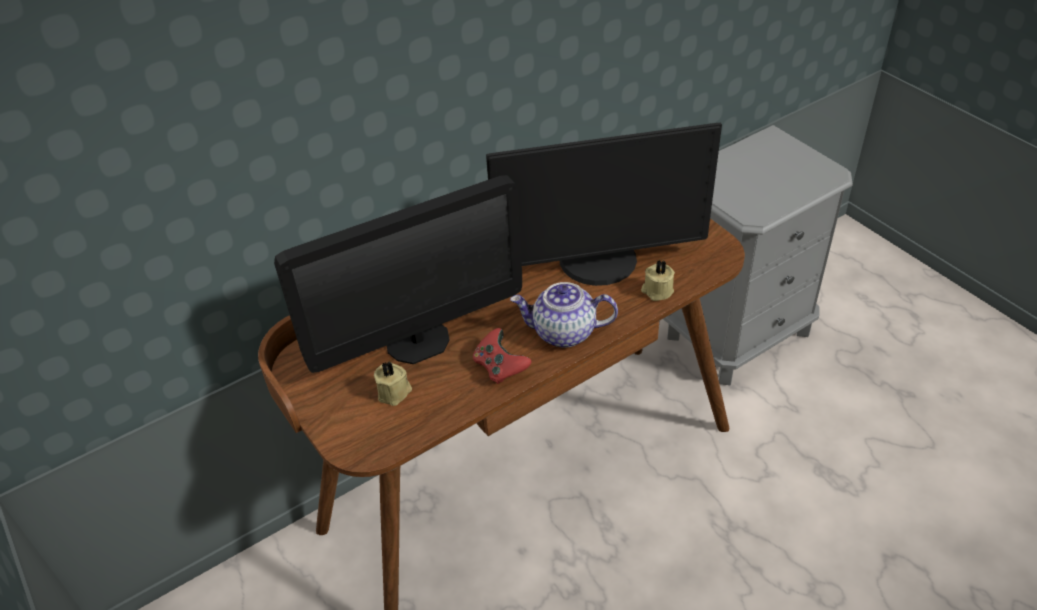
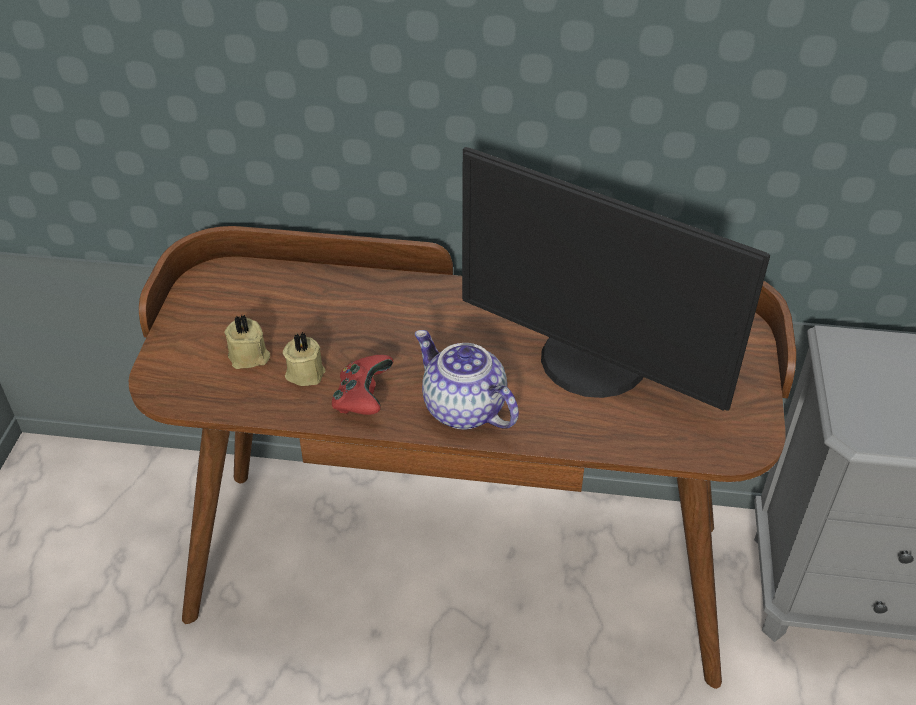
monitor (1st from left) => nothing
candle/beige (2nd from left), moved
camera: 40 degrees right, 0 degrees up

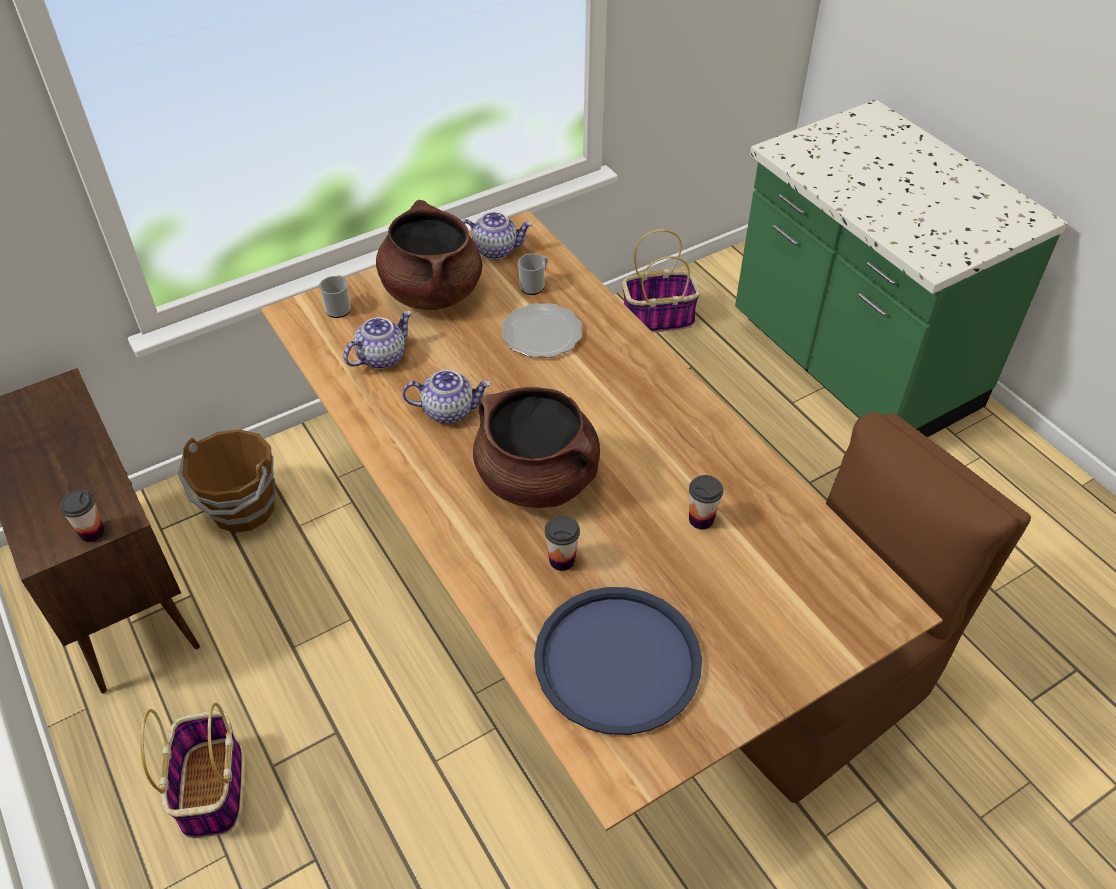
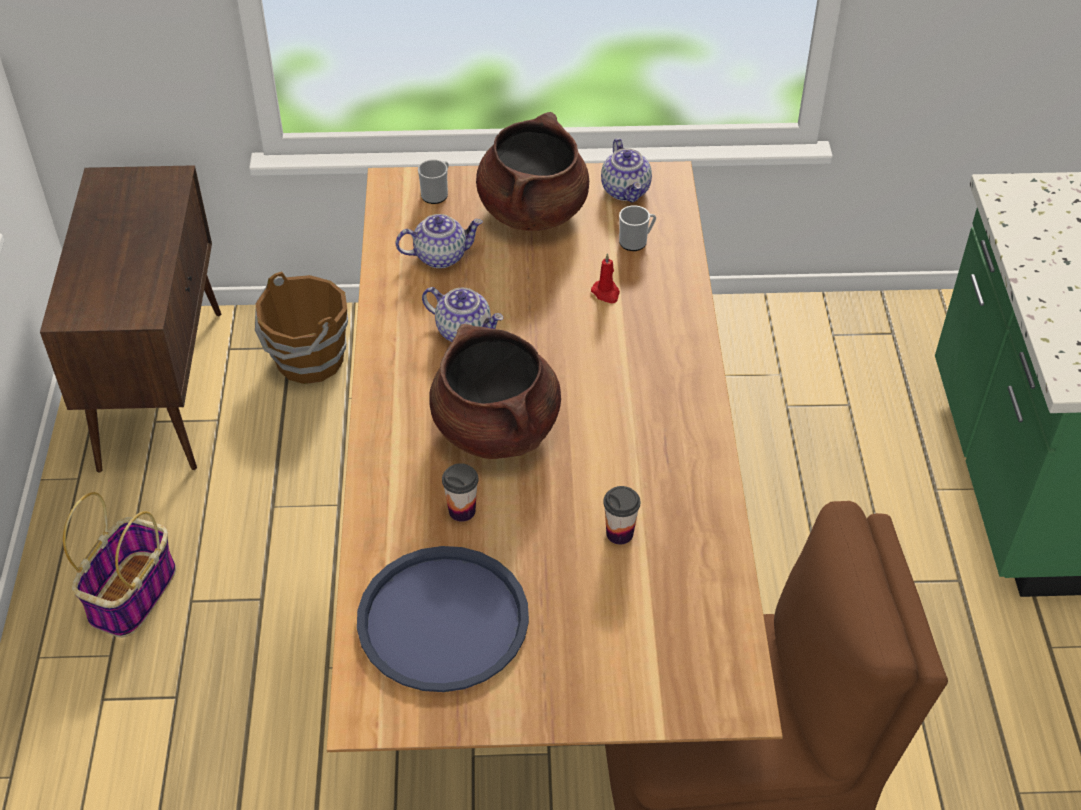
cup (1st from left) => nothing
basket (2nd from left) => nothing
plate => candle/red
teapot (3rd from left), 45 degrees clockwise
camera: 30 degrees right, 0 degrees up

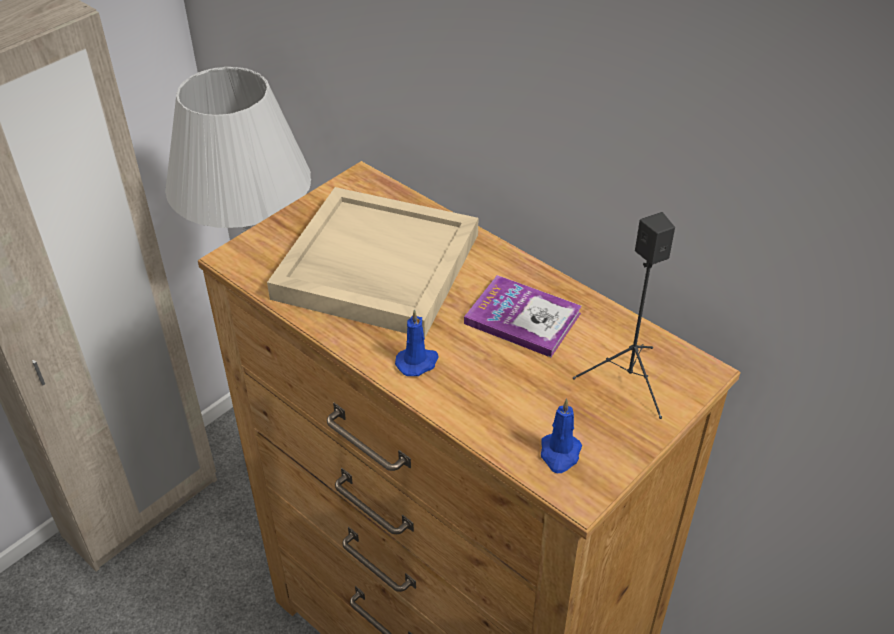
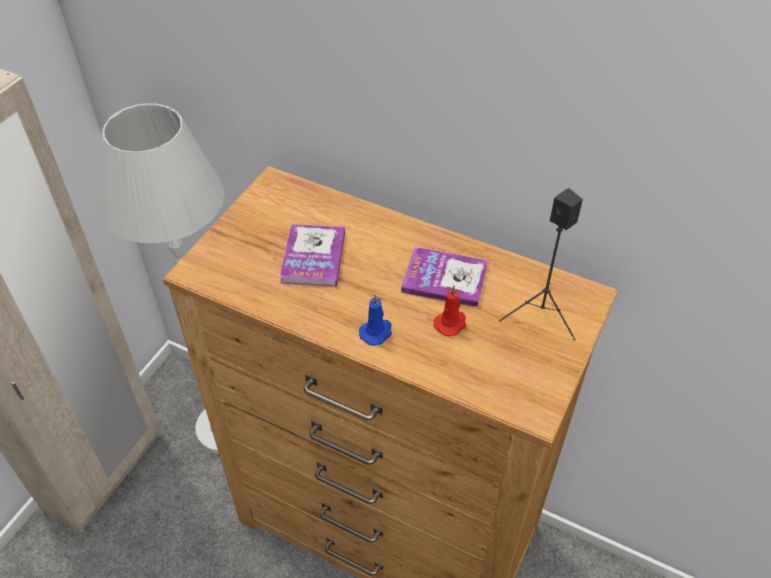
candle/blue (2nd from left) => nothing
nothing => candle/red
tray/beige => book (1st from left)
camera: 15 degrees left, 5 degrees up

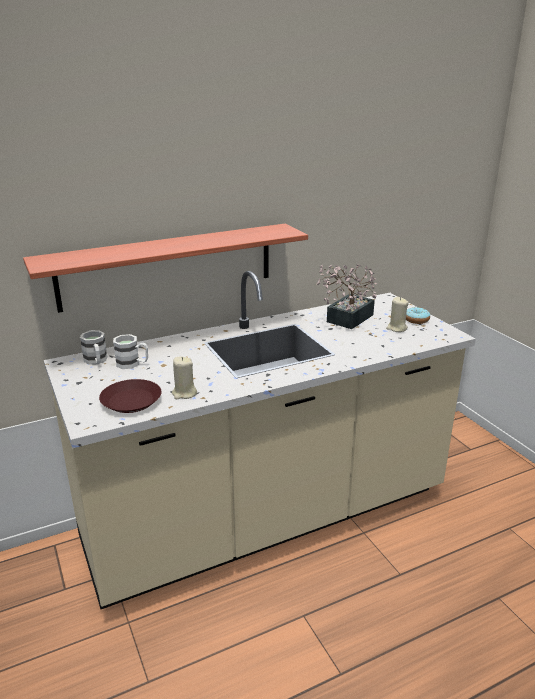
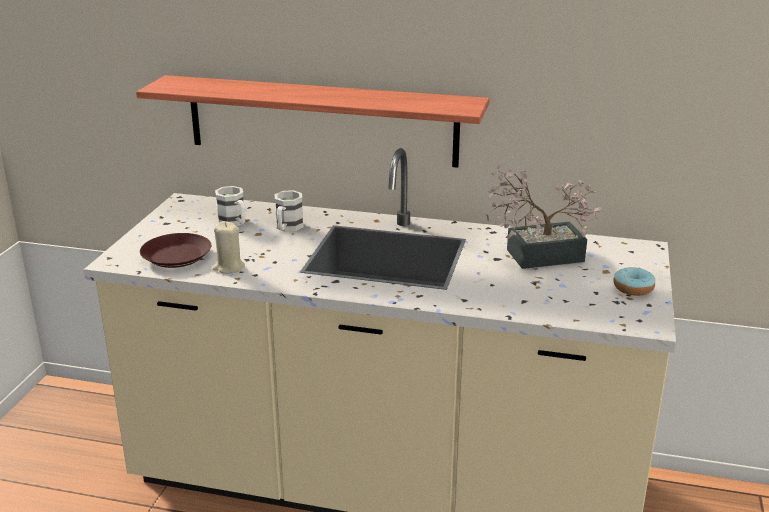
candle/beige (2nd from left) => nothing
mug/white (1st from left in the first image) => mug/white (2nd from left), moved
camera: 40 degrees right, 0 degrees up

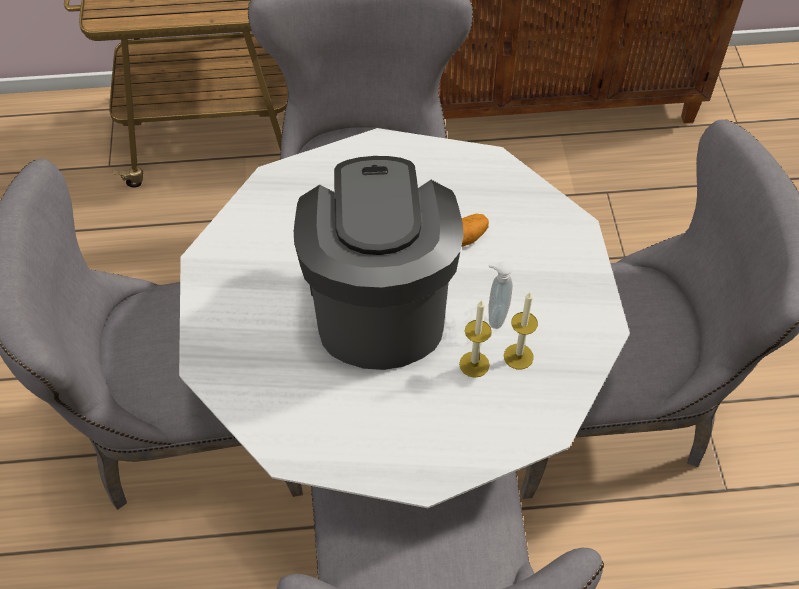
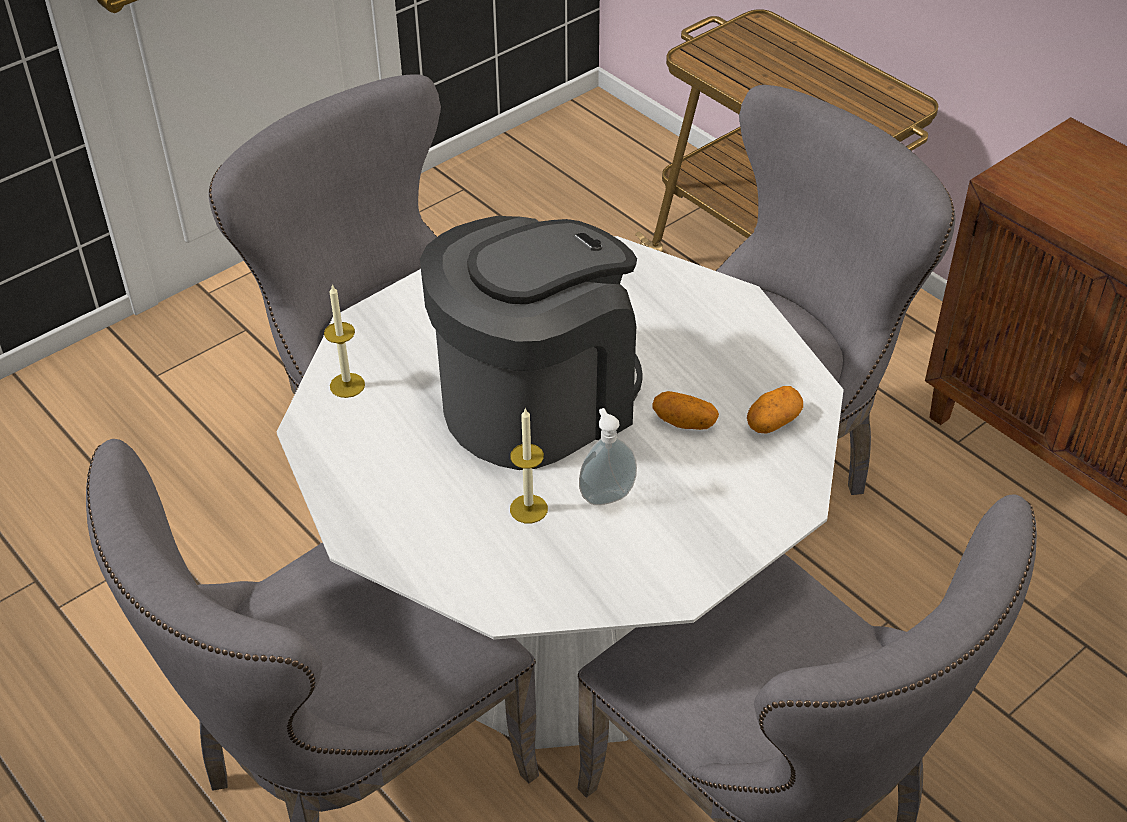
nothing => potato (2nd from left)
candle (2nd from left in the first image) => candle (1st from left), moved
camera: 55 degrees right, 10 degrees down

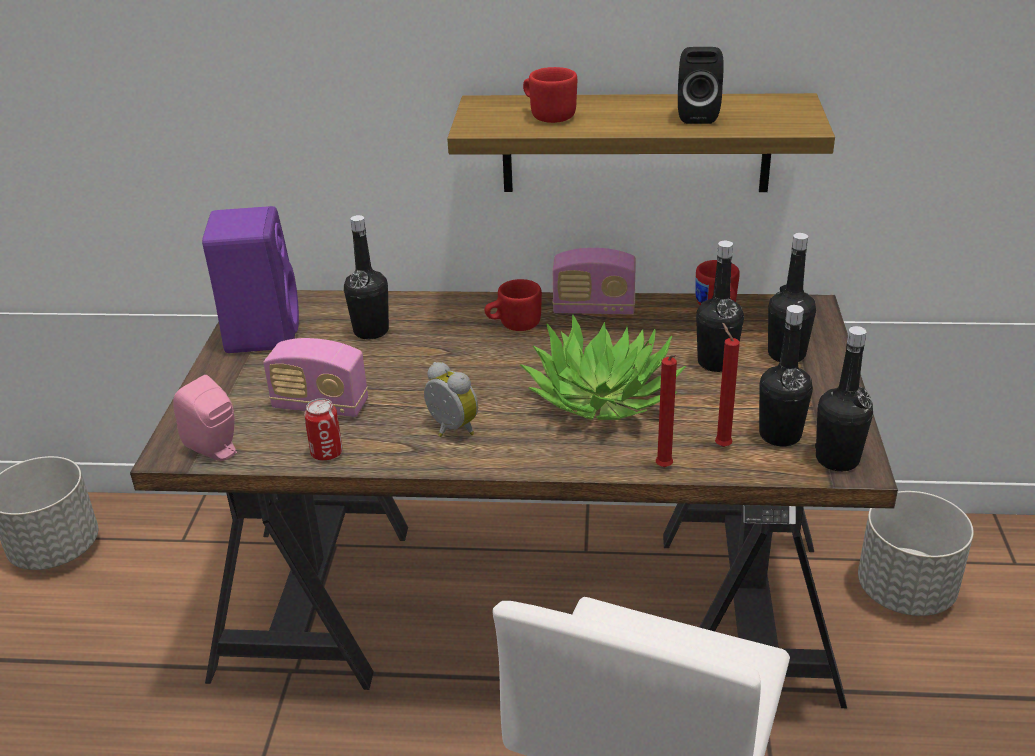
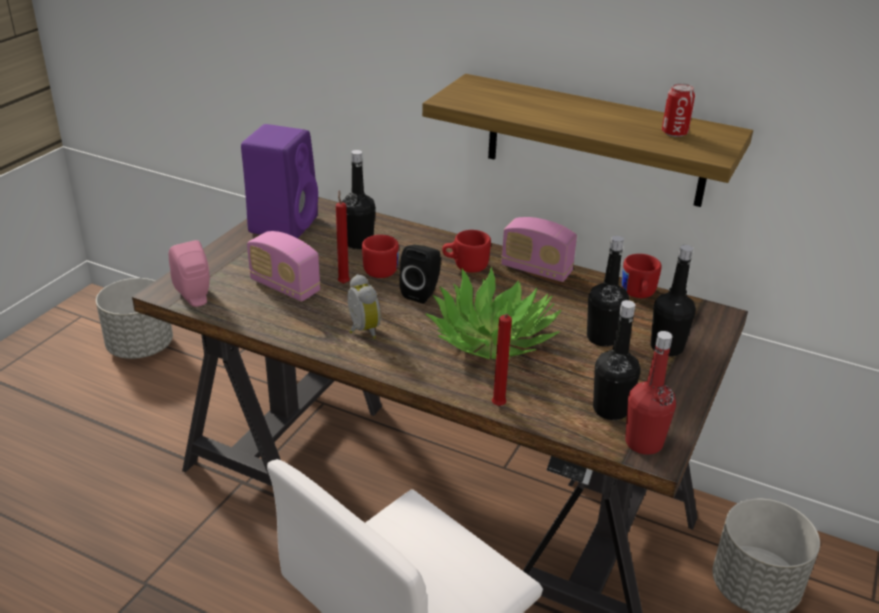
can, moved
mug/red (2nd from left in the first image) => mug/red (1st from left), moved
speaker/black, moved
candle/red (2nd from left in the first image) => candle/red (1st from left), moved
bottle/black (5th from left) => bottle/red
camera: 20 degrees right, 0 degrees up

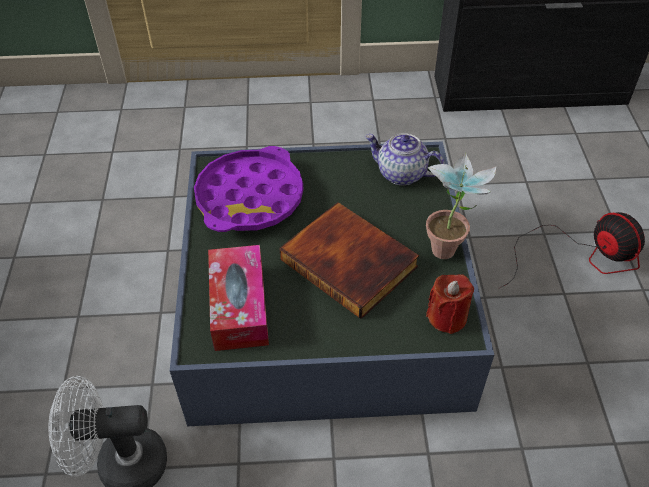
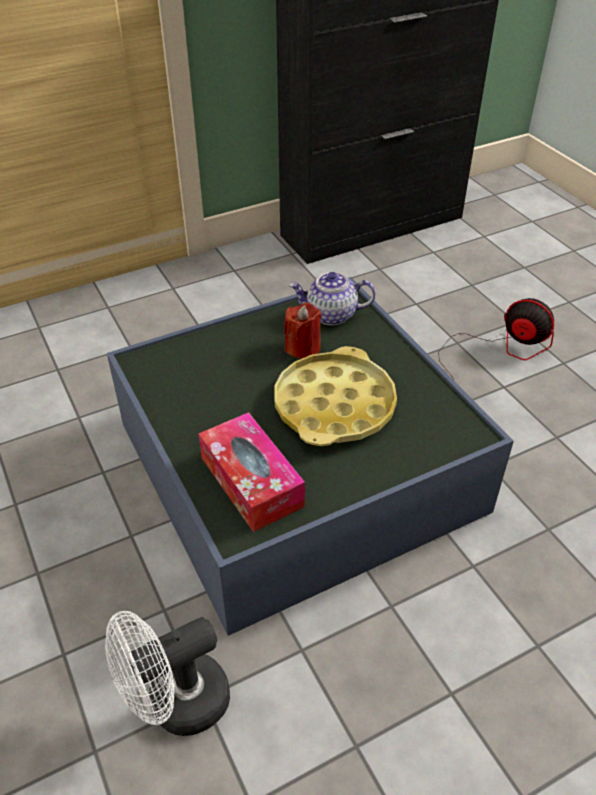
tray/purple => nothing
potted plant => nothing
candle/red, moved
book => tray/yellow
camera: 25 degrees left, 5 degrees down

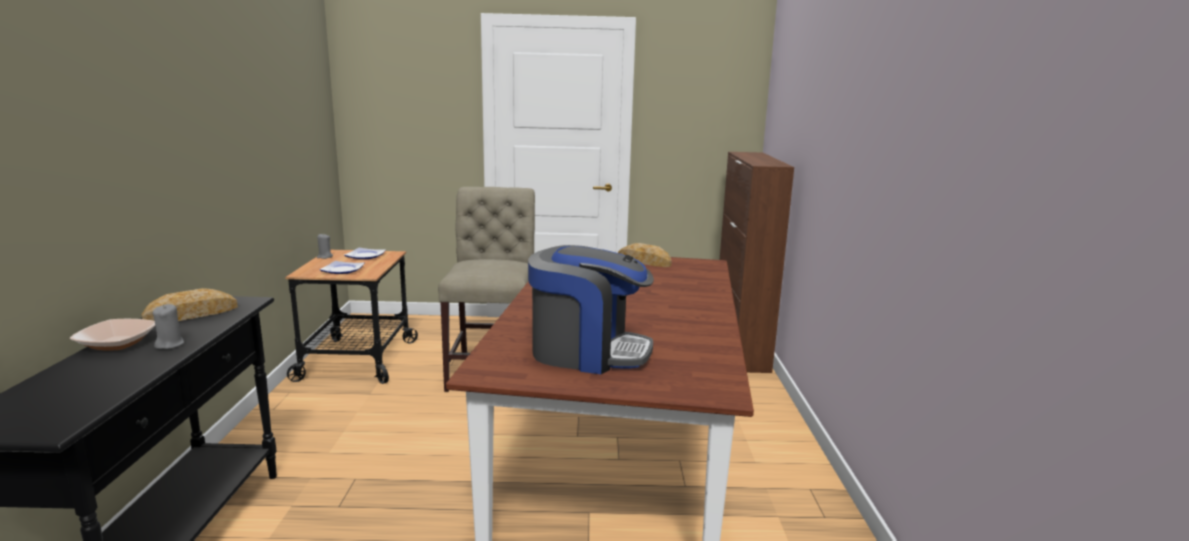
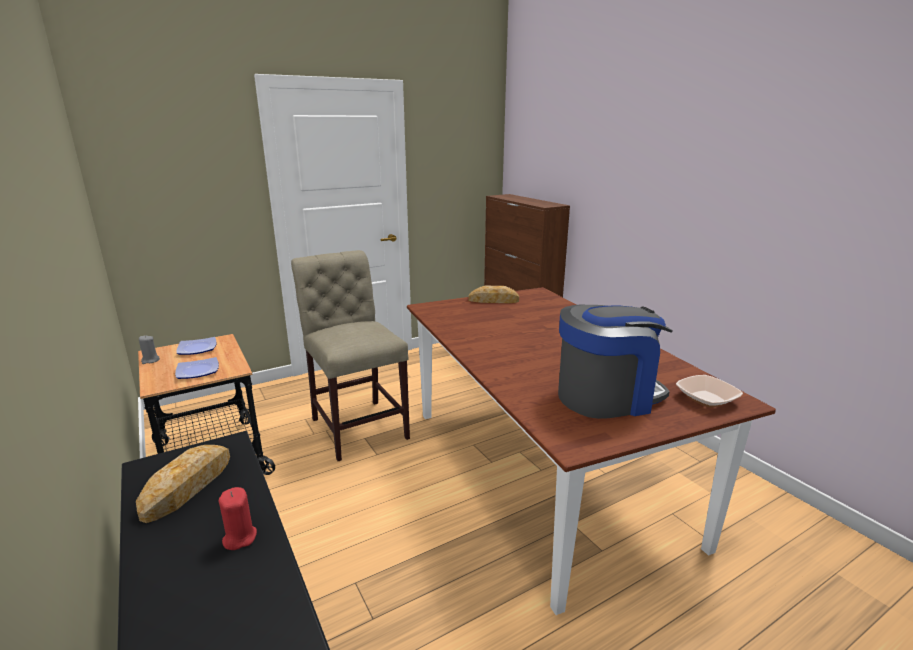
bowl, moved
candle/grey (1st from left) => candle/red
camera: 30 degrees left, 5 degrees up

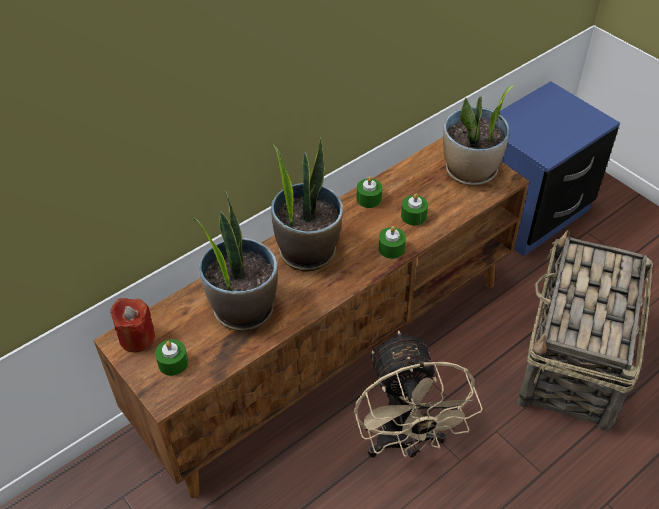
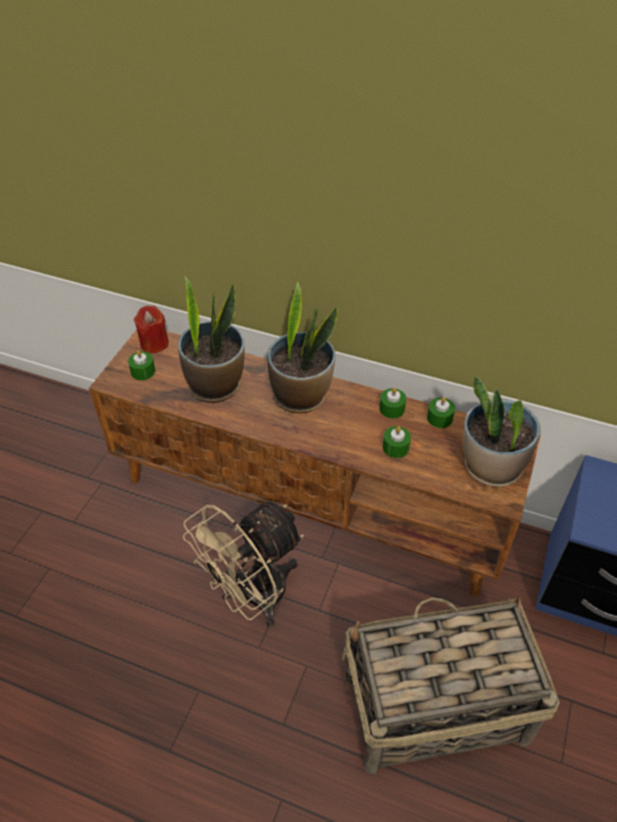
candle/green (3rd from left in the first image) => candle/green (4th from left), moved
camera: 60 degrees right, 0 degrees up

